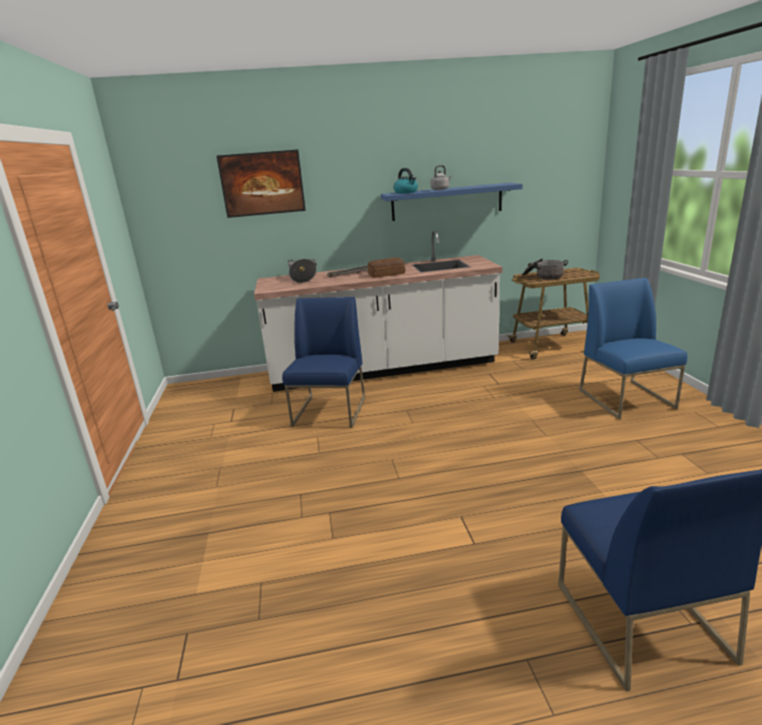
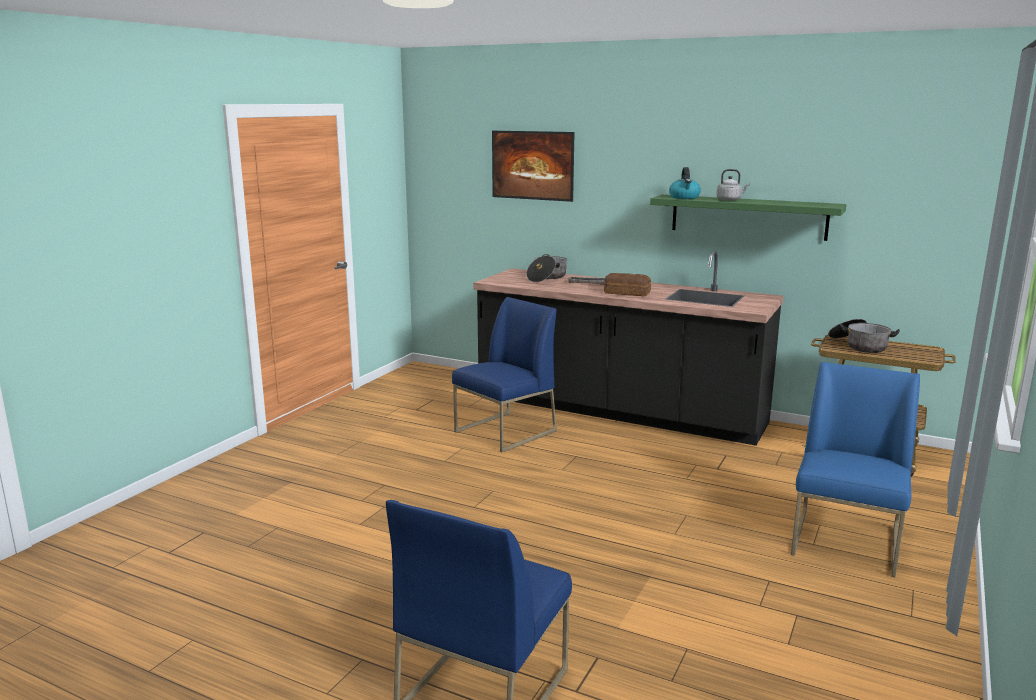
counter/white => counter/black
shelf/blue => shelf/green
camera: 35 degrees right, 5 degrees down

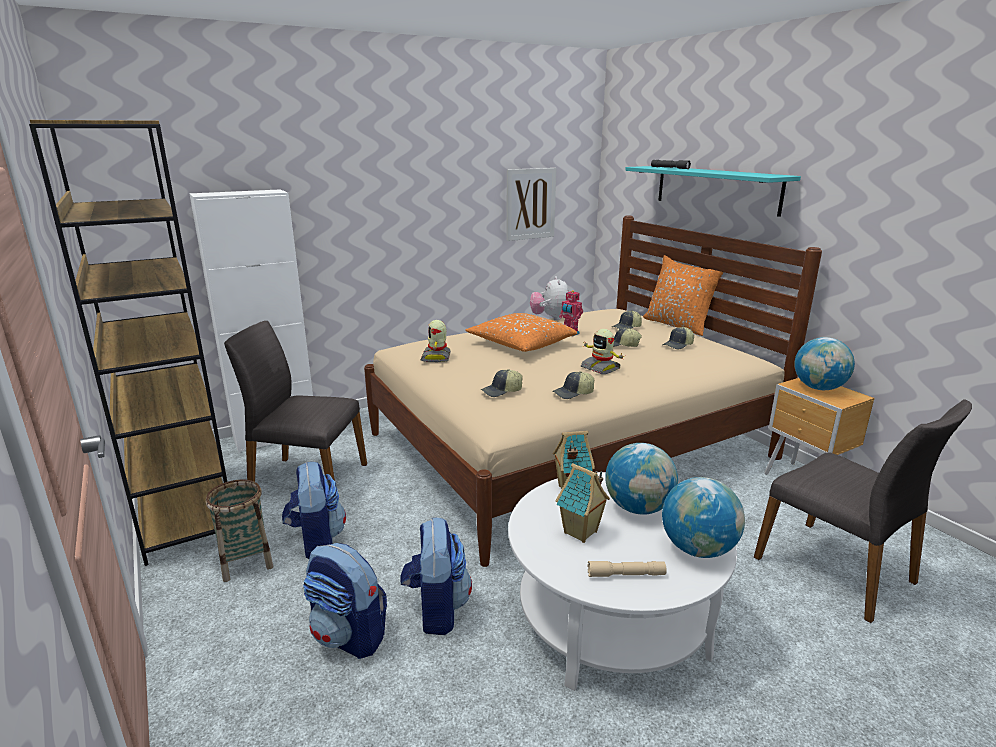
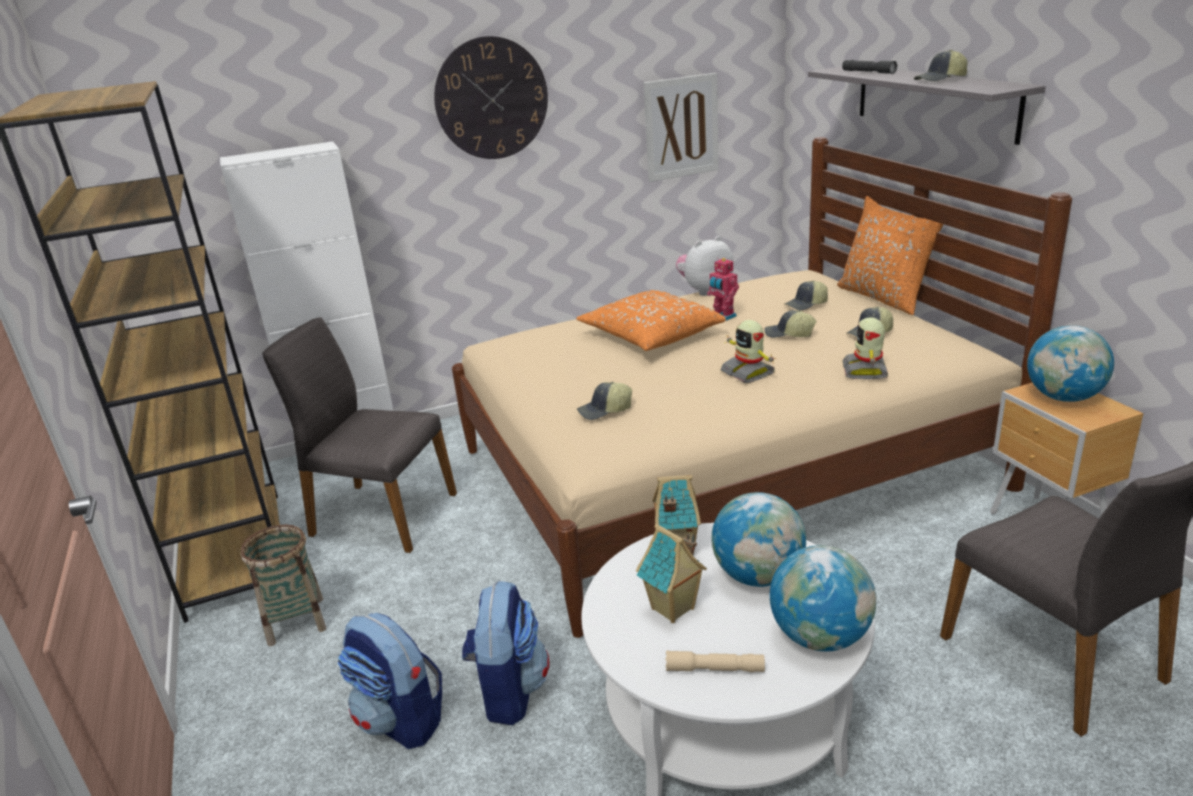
backpack (1st from left) => nothing
nothing => wall clock
toy robot (1st from left in the first image) => toy robot (3rd from left), moved
cap (2nd from left in the first image) => cap (5th from left), moved
shelf/turquoise => shelf/grey
plush toy, 60 degrees clockwise
camera: 10 degrees right, 5 degrees up

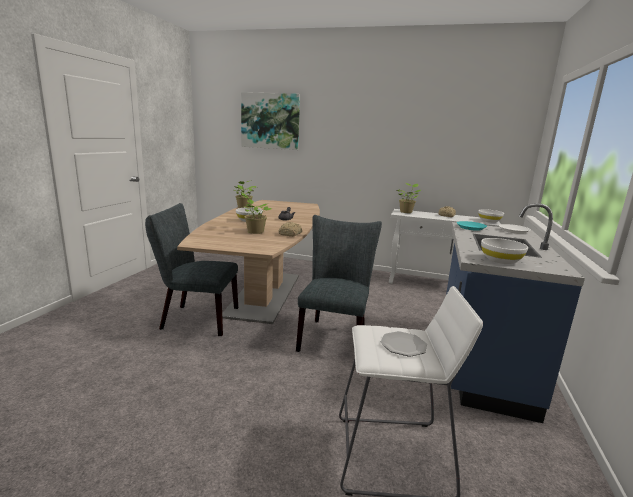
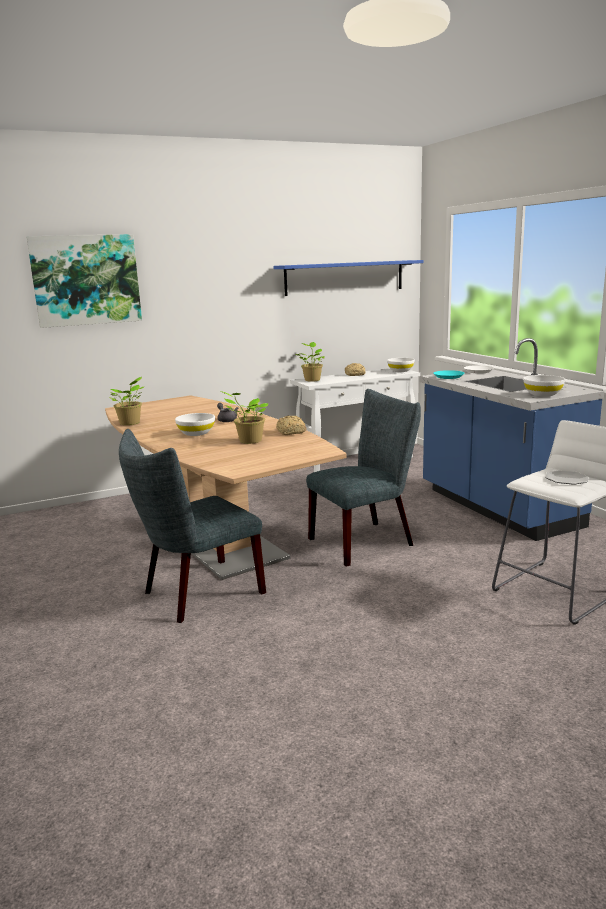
nothing => shelf/blue
chair/grey (2nd from left), 90 degrees clockwise
camera: 40 degrees left, 0 degrees up

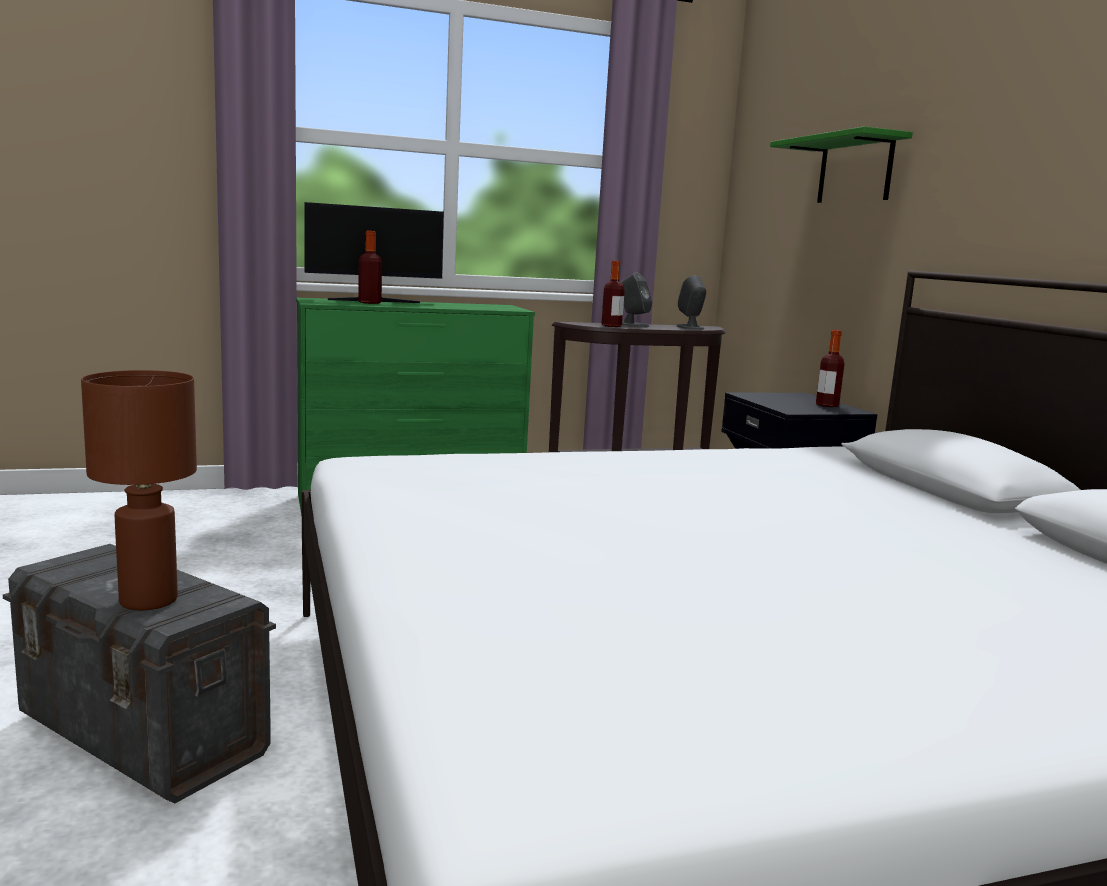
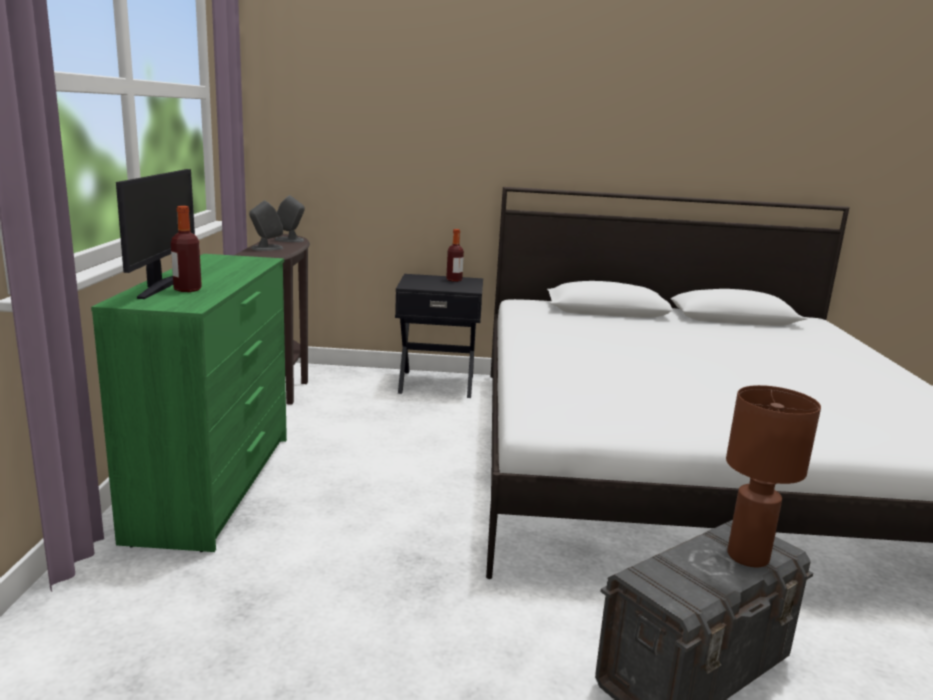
bottle (2nd from left) => nothing
shelf/green => nothing
camera: 70 degrees left, 5 degrees up

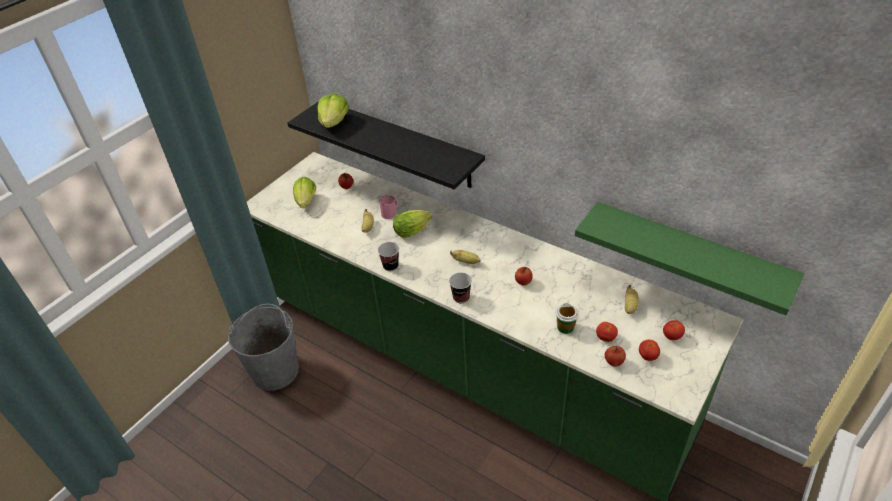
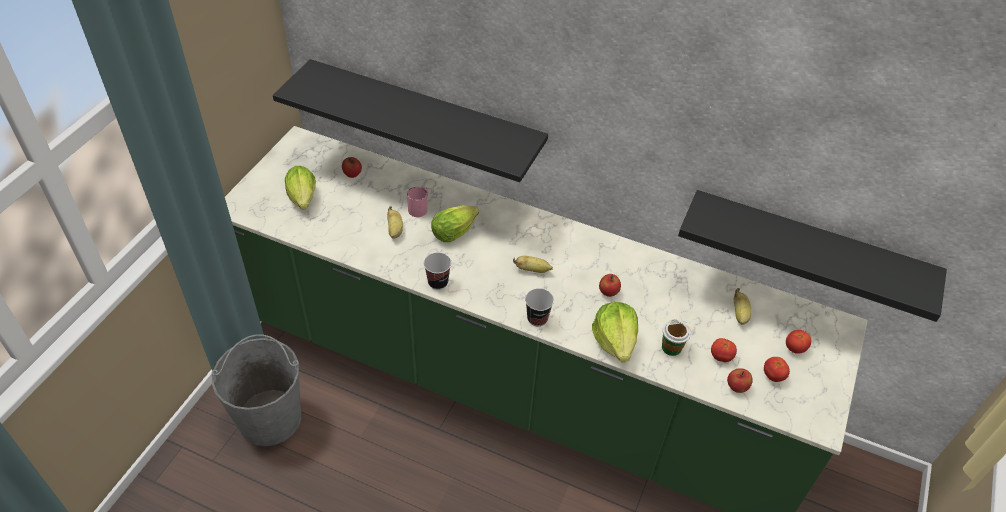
lettuce (2nd from left in the first image) => lettuce (3rd from left), moved
shelf/green => shelf/black (2nd from left)
camera: 15 degrees left, 5 degrees up

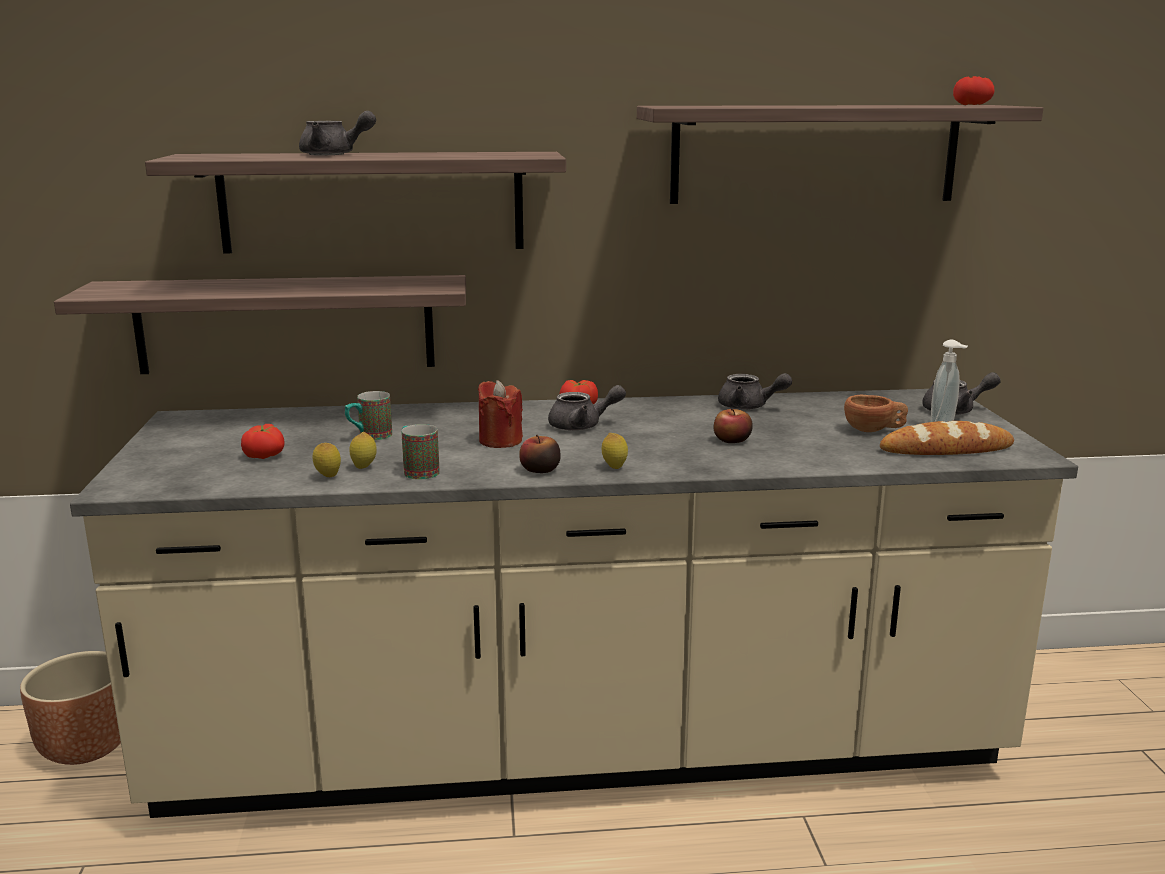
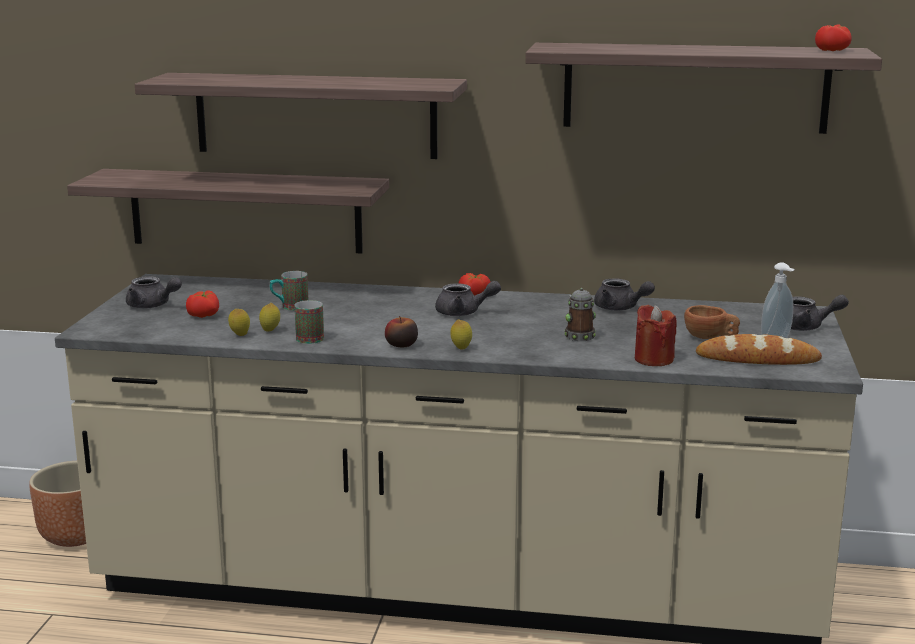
teapot/grey (1st from left), moved
candle/red, moved
apple (2nd from left) => mug (3rd from left)
camera: 15 degrees right, 0 degrees up

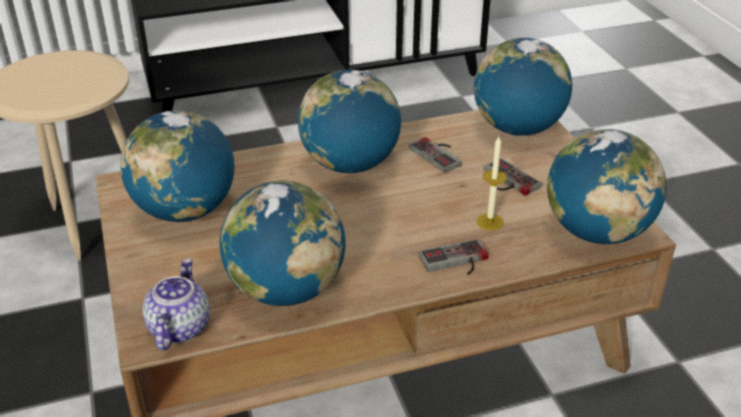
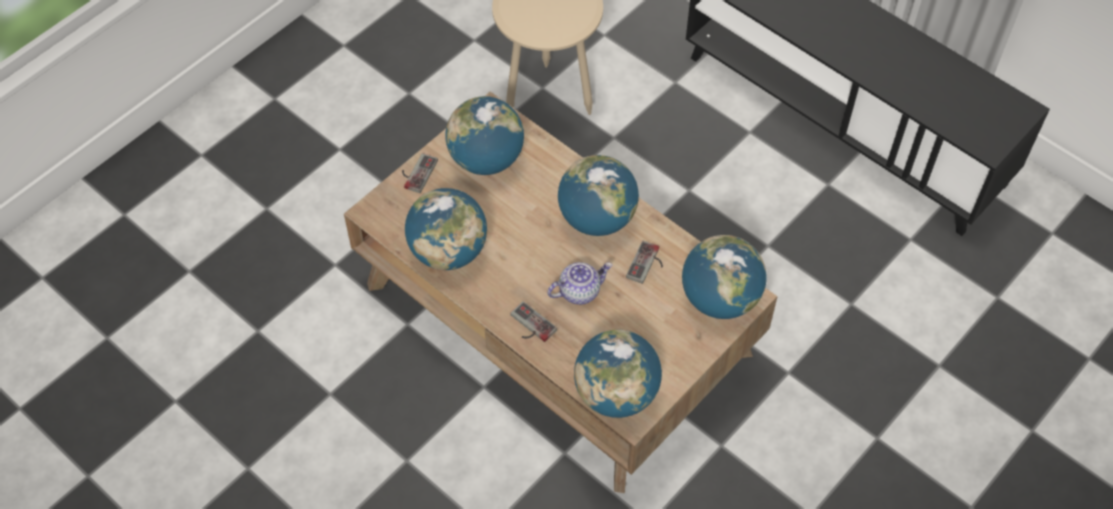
candle => nothing
teapot, moved
game controller (3rd from left in the first image) => game controller (1st from left), moved
camera: 60 degrees right, 20 degrees up

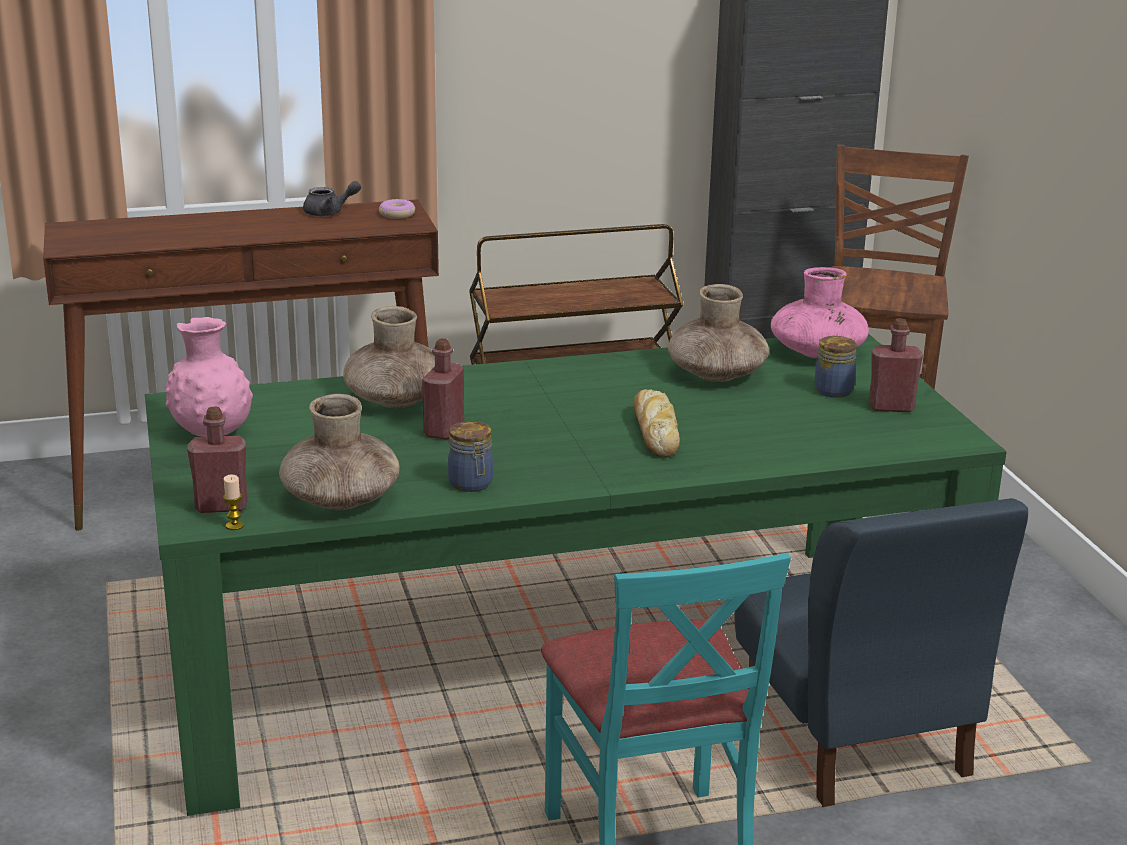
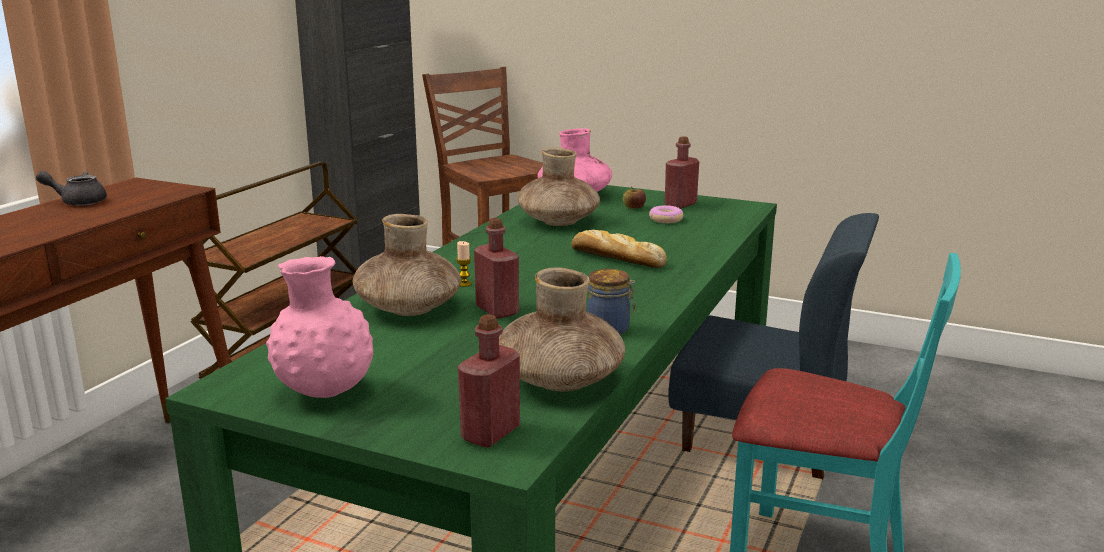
candle, moved
donut, moved
jar (2nd from left) => apple
teapot/grey, 120 degrees counterclockwise
camera: 50 degrees left, 5 degrees down

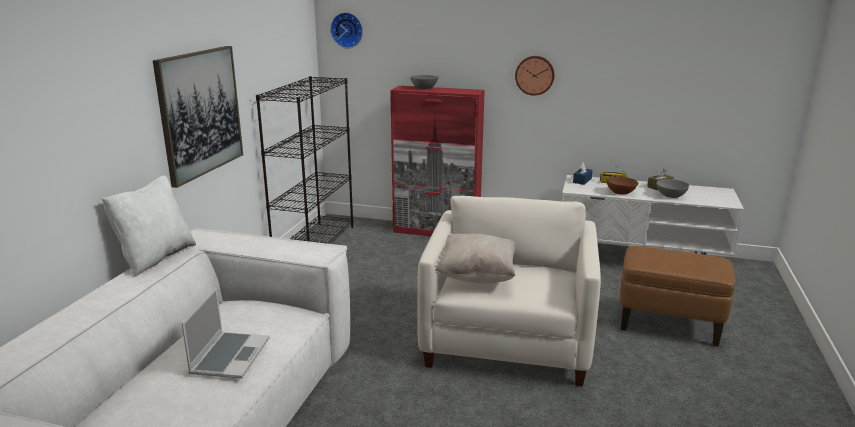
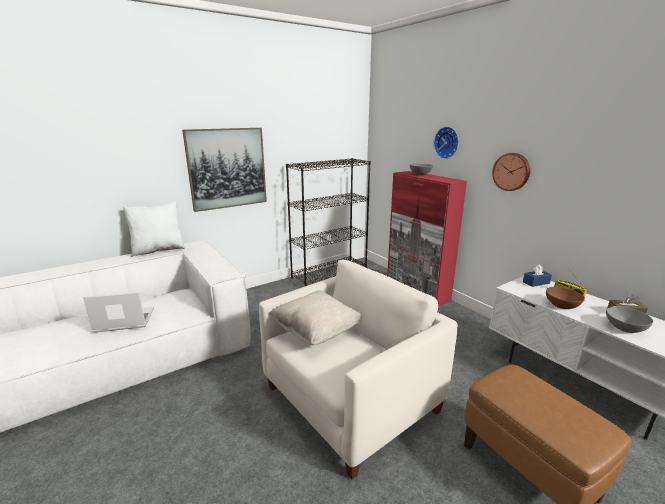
wall clock (1st from left), moved
laptop, 150 degrees counterclockwise
camera: 40 degrees right, 0 degrees up

